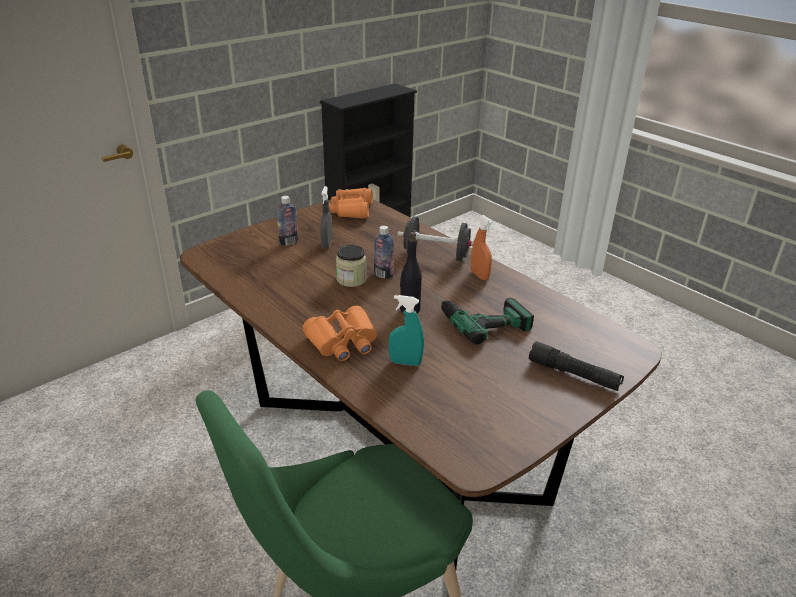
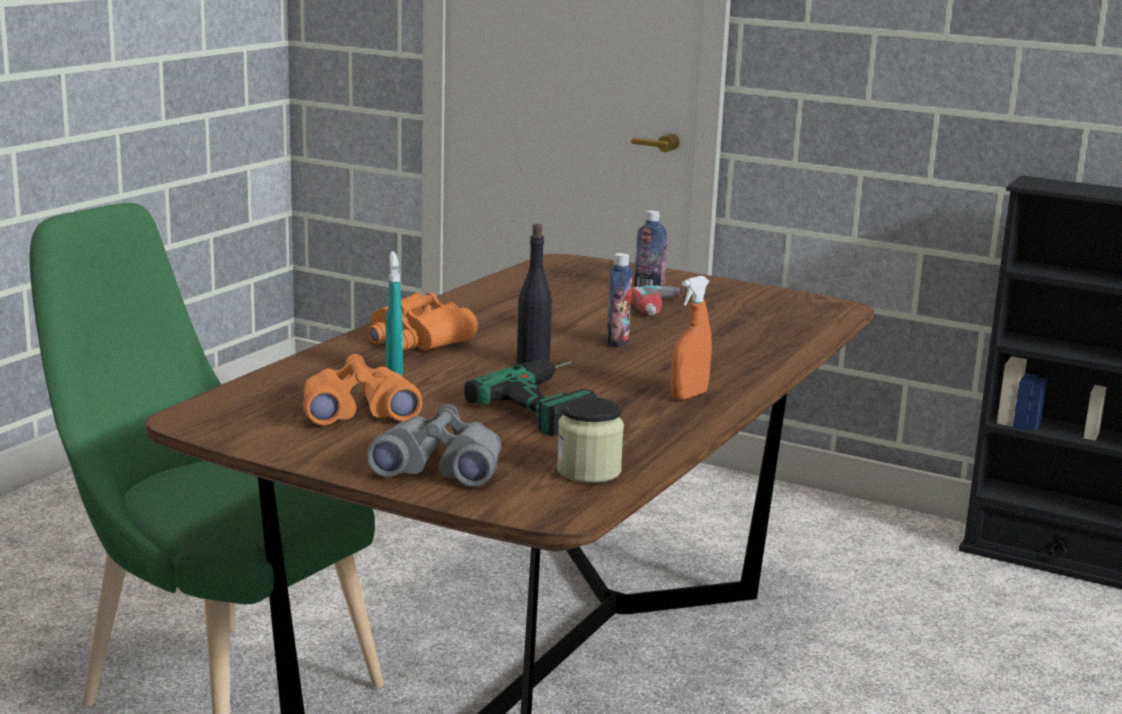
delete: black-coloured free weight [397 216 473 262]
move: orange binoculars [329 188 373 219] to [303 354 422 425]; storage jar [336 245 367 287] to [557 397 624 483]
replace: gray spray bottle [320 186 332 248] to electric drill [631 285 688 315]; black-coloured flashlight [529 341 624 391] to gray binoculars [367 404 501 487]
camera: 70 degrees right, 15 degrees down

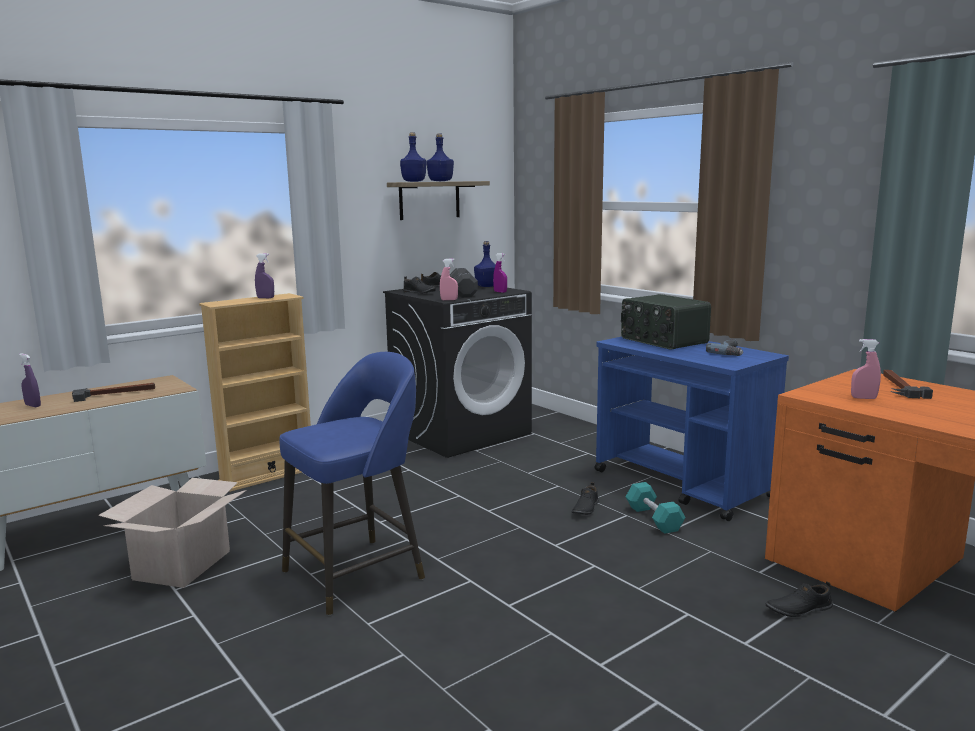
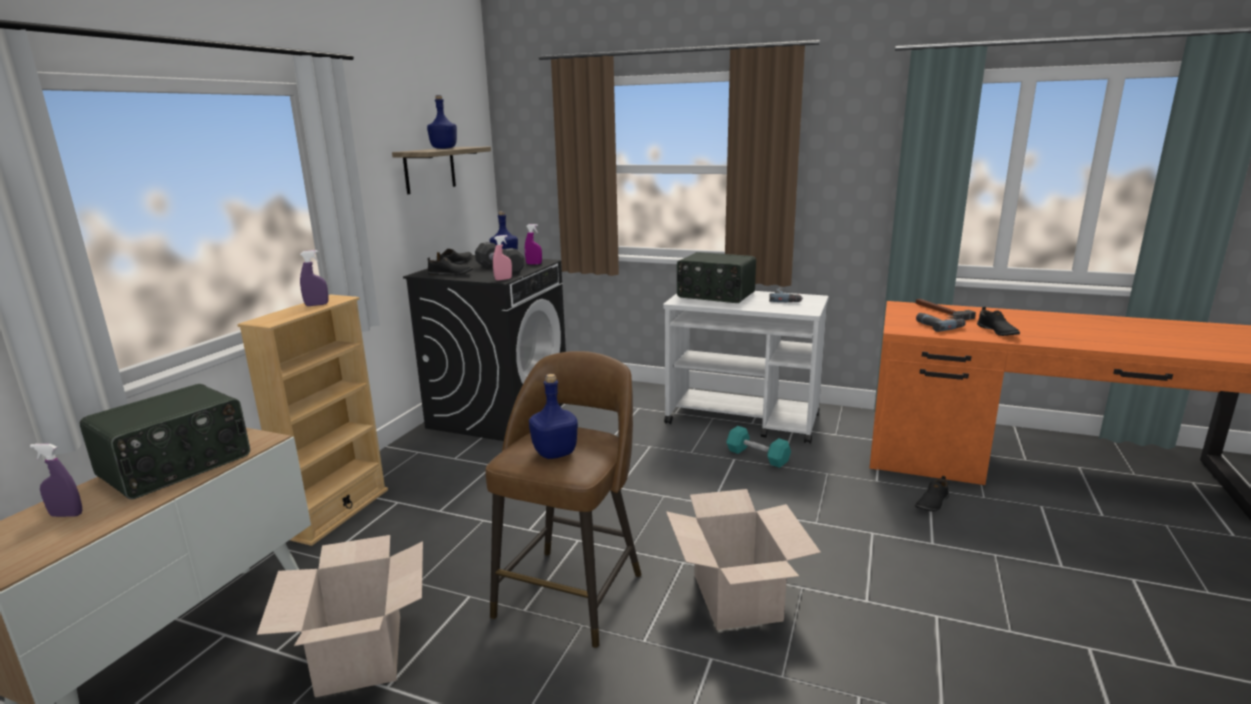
insert: carton [666 489 821 630]
move: blue drink bottle [400 132 426 182] to [529 374 578 459]; black-coloured low shoe [572 482 599 515] to [977 307 1020 336]
replace: hand hammer [72 383 155 402] to radio receiver [80 384 250 499]; pinkish spray bottle [851 339 881 399] to electric drill [916 313 966 332]
recolor: blue stool [279 352 425 615] to brown stool [485 351 642 648]; blue cart [594 337 789 521] to whitish cart [663 291 829 444]
camera: 30 degrees left, 5 degrees up

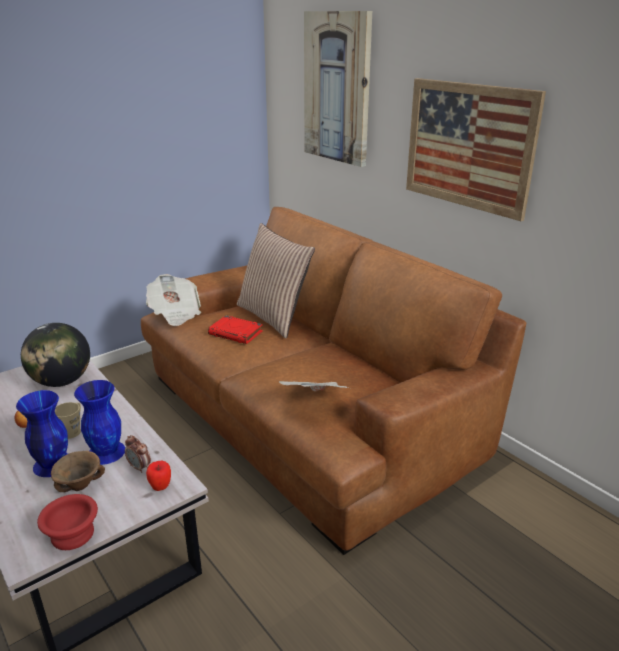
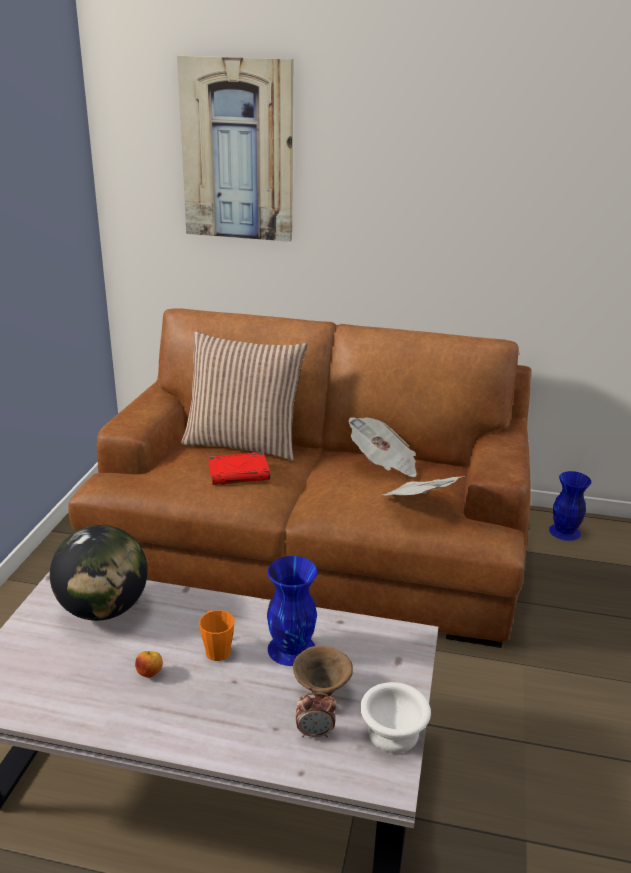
delete: apple fruit [146 461 171 491]; wall art [406 78 546 221]
move: blue decorative vase [16 390 68 477] to [549 471 592 541]; alarm clock [125 435 151 473] to [296 692 337 738]; daily paper [146 274 201 326] to [349 417 417 477]
recolor: reddish deep dish [37 494 98 550] to whitish deep dish [360 682 431 753]; beige-coloured tea mug [55 402 81 439] to orange tea mug [199 610 235 661]
camera: 40 degrees left, 0 degrees up

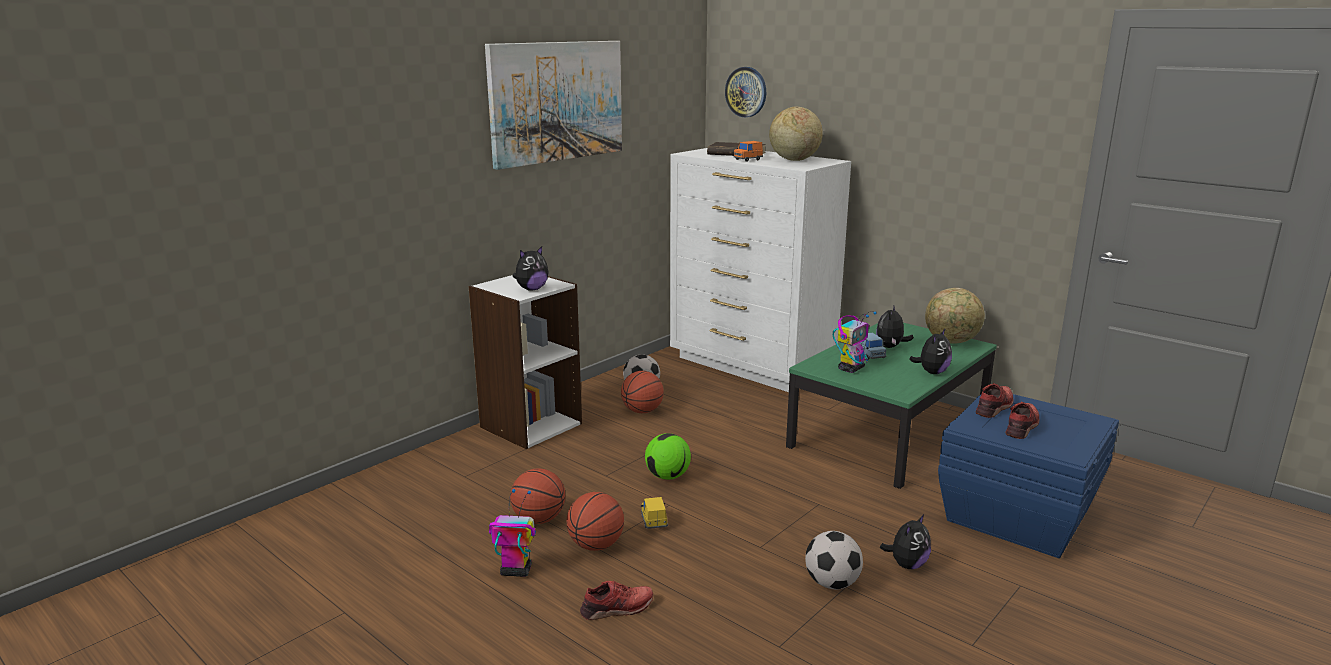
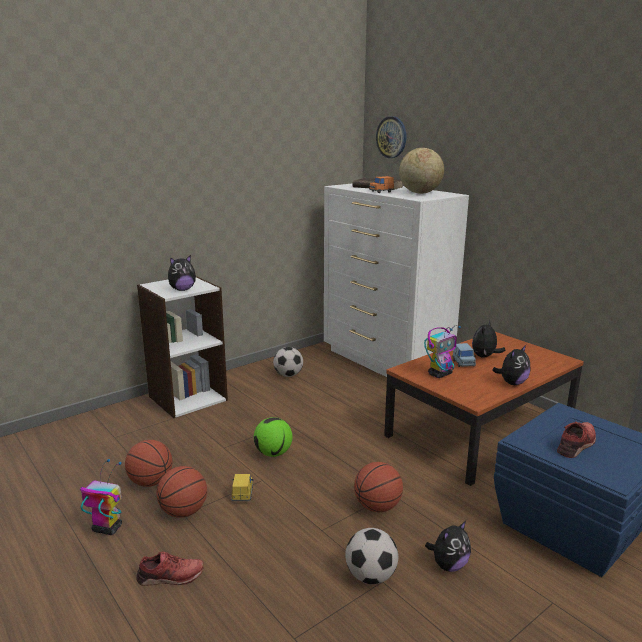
delete: wall art [485 41 622 170]; globe [925 288 985 344]; reddish low shoe [975 383 1013 418]
move: ball for basketball [621 371 664 413] to [354 462 403 512]
recolor: green low table [786 323 997 489] to brown low table [384 332 584 486]
camera: 10 degrees right, 0 degrees up

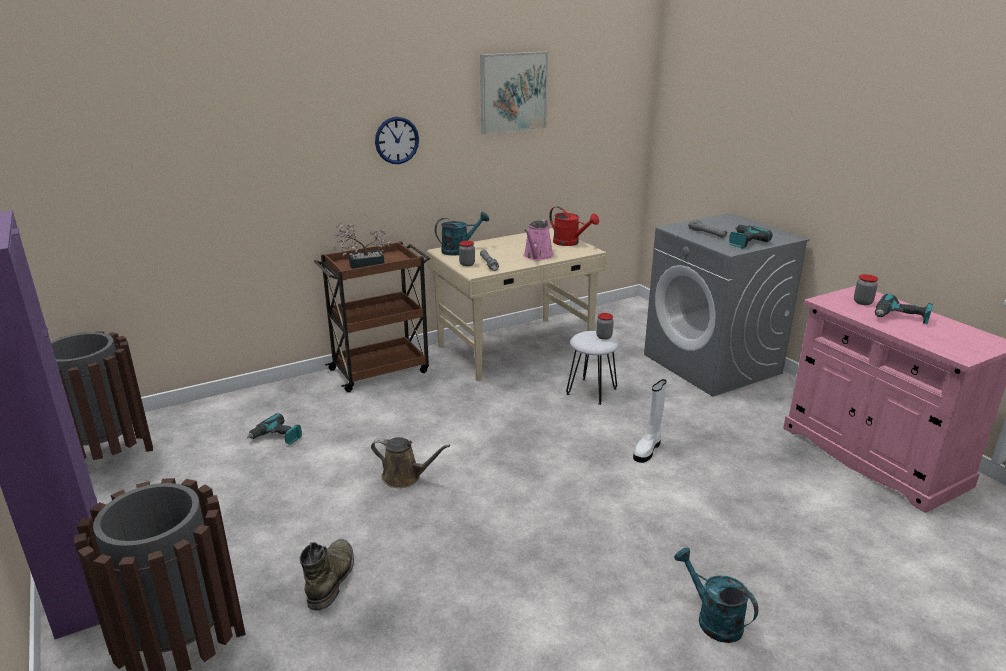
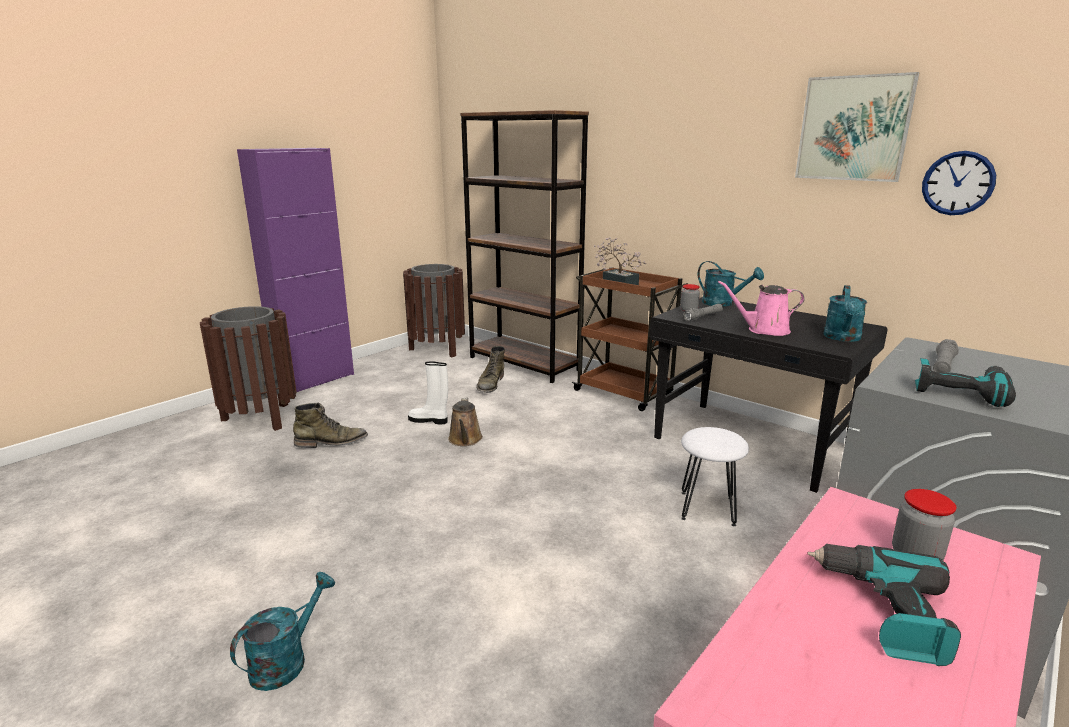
delete: storage jar [596 313 614 340]
insert: brown shelving unit [460 110 589 383]
move: wall clock [375 117 419 164] to [922 151 996 215]; whitish tall boot [633 379 666 463] to [408 361 448 424]
replace: electric drill [247 413 302 445] to green tall boot [476 346 505 393]
recolor: beige-coloured desk unit [427 228 608 381] to black-coloured desk unit [649 297 888 493]; reddish watering can [549 206 599 246] to blue-green watering can [824 285 867 342]
camera: 70 degrees right, 5 degrees down

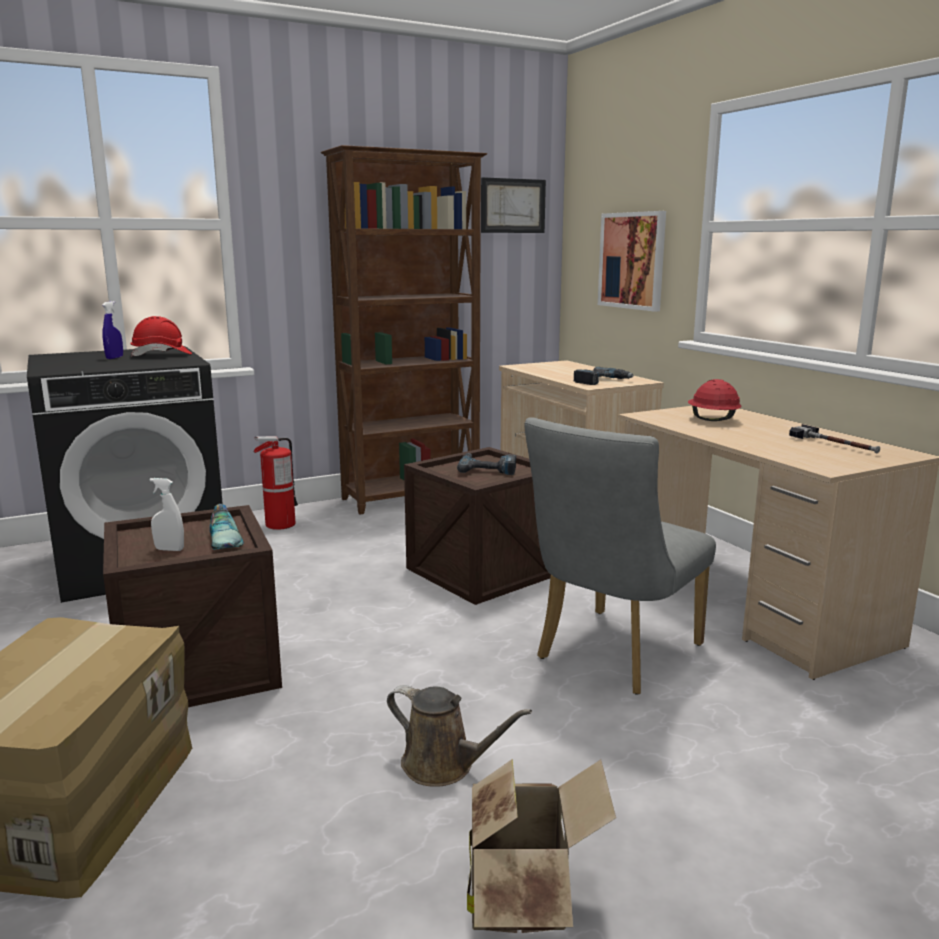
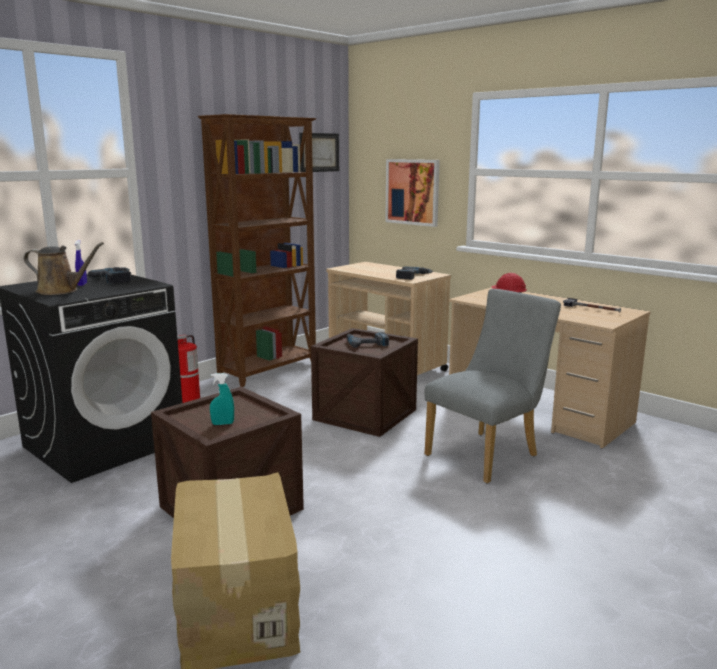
delete: low shoe [210 504 244 549]; carton [467 759 616 933]
move: brown watering can [387 685 532 787] to [24 242 104 295]
replace: reddish work helmet [130 316 192 356] to electric drill [88 267 132 285]
recolor: whitish spray bottle [150 478 184 551] to blue-green spray bottle [210 373 234 425]
rotate: gray plain chair [524 417 716 695] = [425 289 561 483] 150 degrees counterclockwise
camera: 20 degrees left, 0 degrees up

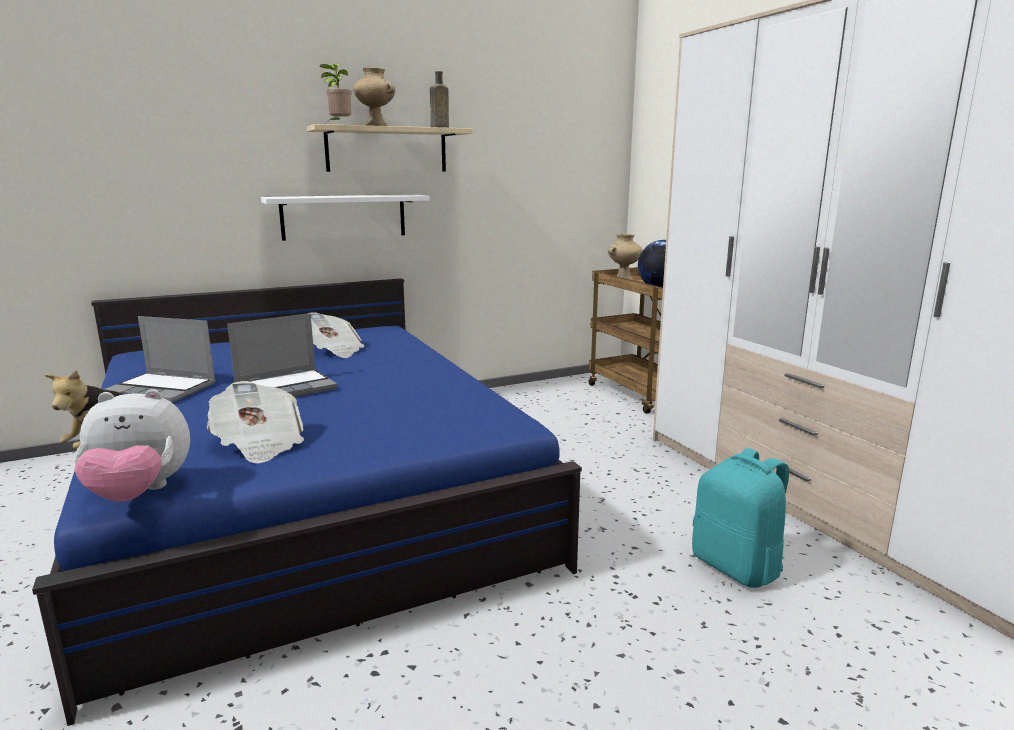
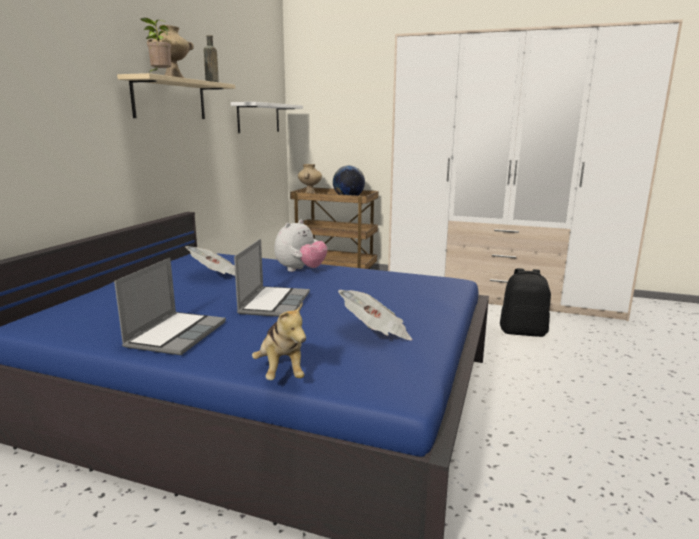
move: soft toy [74 389 190 502] to [274 220 328 272]; whitish bracket shelf [261 194 430 241] to [231 102 303 133]
recolor: blue-green knapsack [692 448 789 588] to black-coloured knapsack [500 268 551 337]
rotate: laptop [105 316 216 403] = [114 258 226 355] 45 degrees counterclockwise
camera: 45 degrees left, 0 degrees up

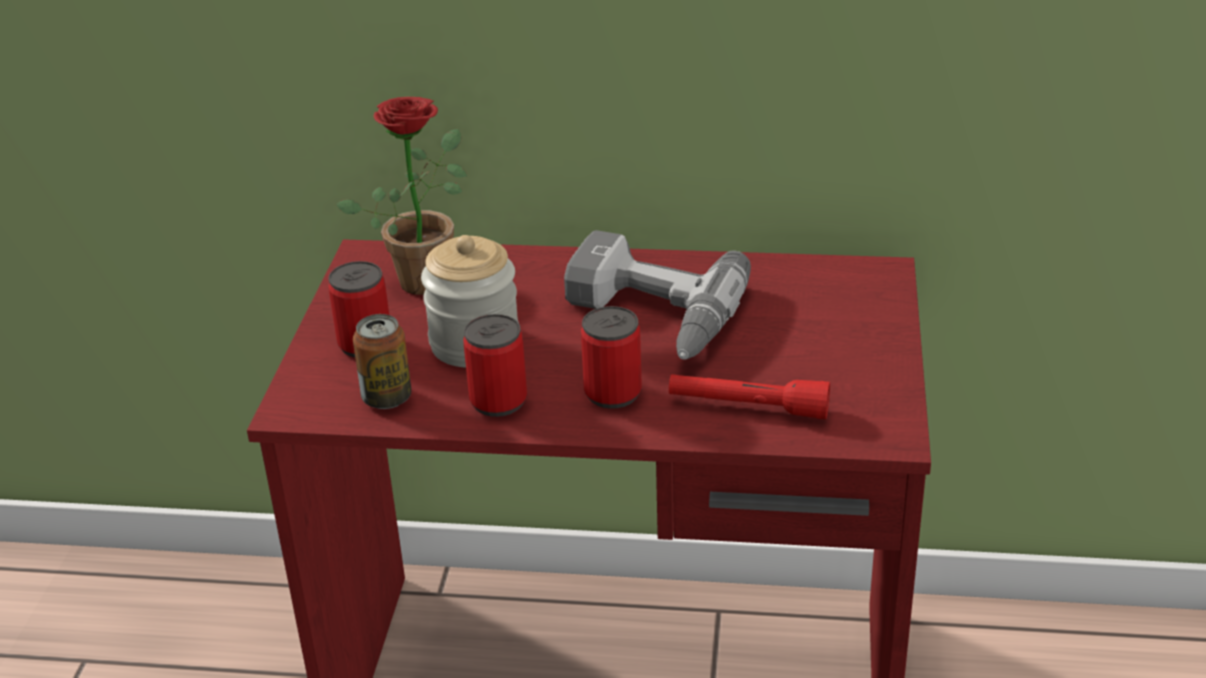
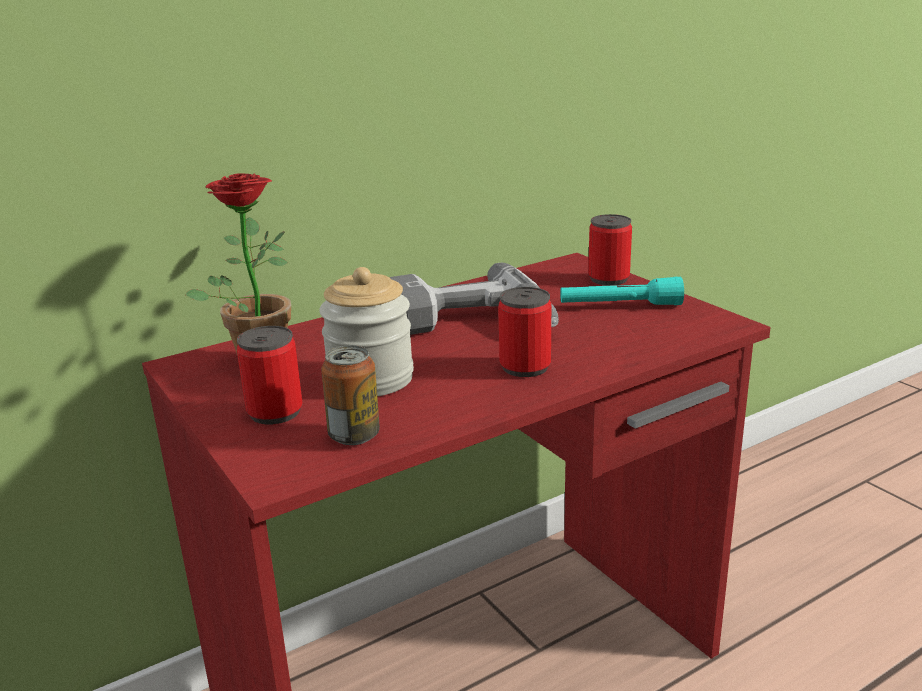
delete: reddish flashlight [669 374 830 419]
insert: blue-green flashlight [560 277 684 305]
move: can [463 314 527 417] to [588 214 632 285]
camera: 40 degrees left, 10 degrees down

